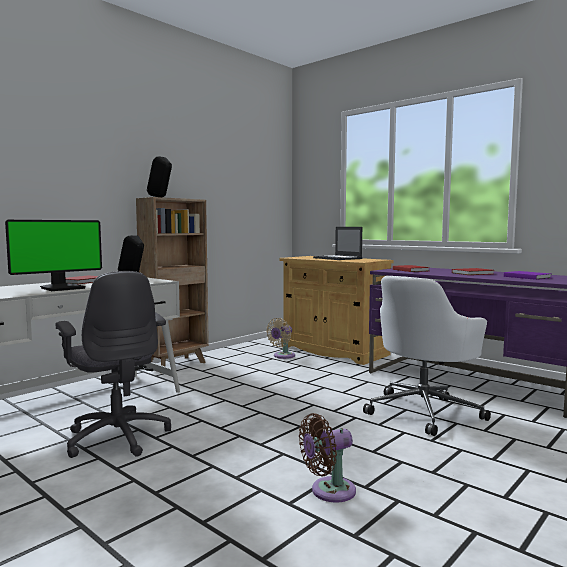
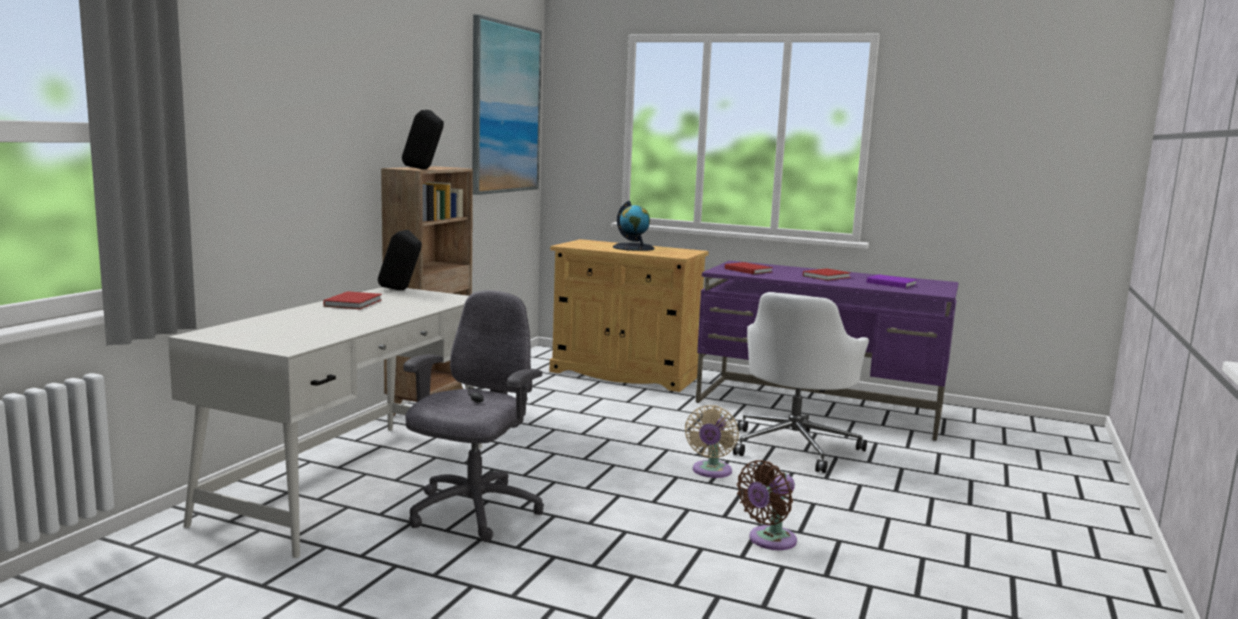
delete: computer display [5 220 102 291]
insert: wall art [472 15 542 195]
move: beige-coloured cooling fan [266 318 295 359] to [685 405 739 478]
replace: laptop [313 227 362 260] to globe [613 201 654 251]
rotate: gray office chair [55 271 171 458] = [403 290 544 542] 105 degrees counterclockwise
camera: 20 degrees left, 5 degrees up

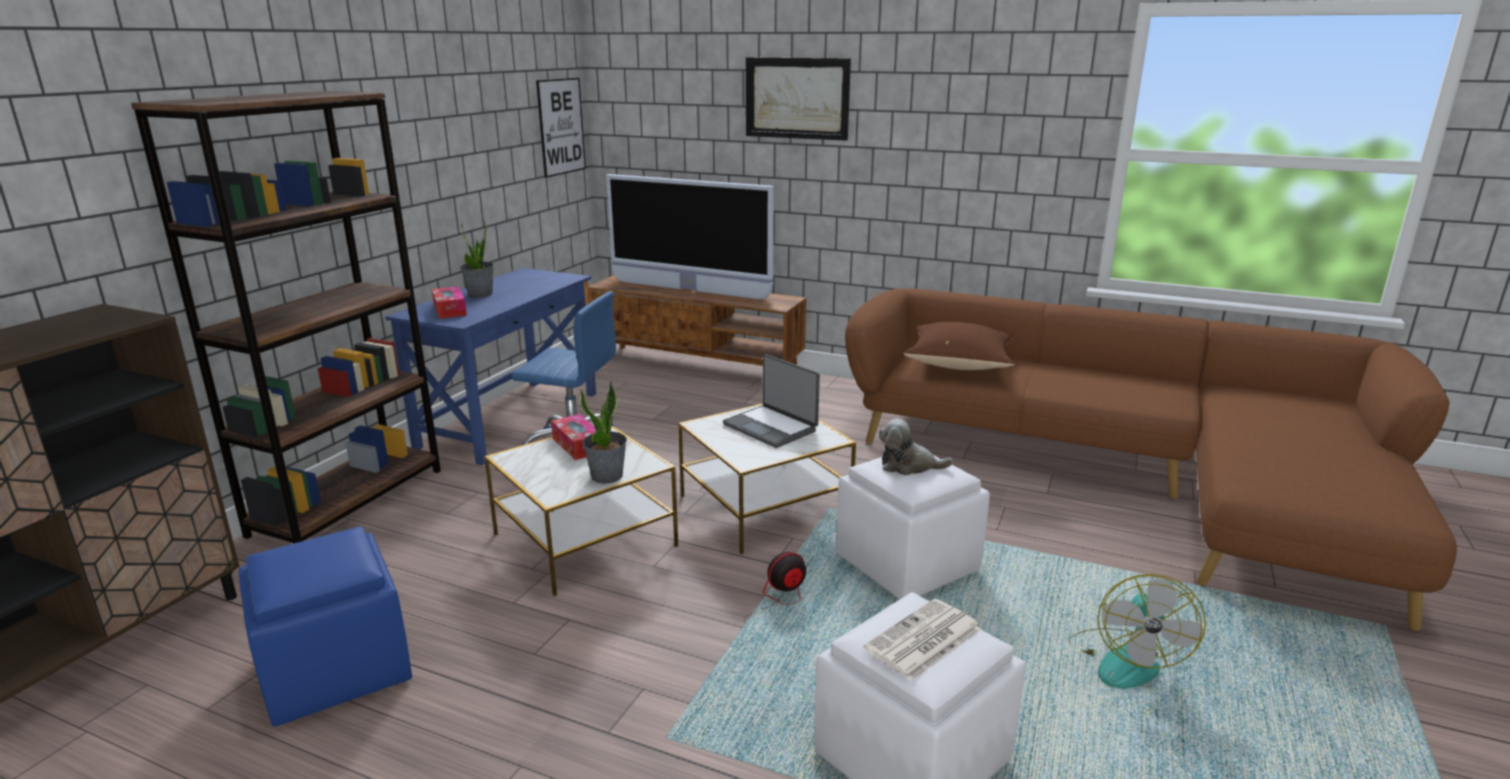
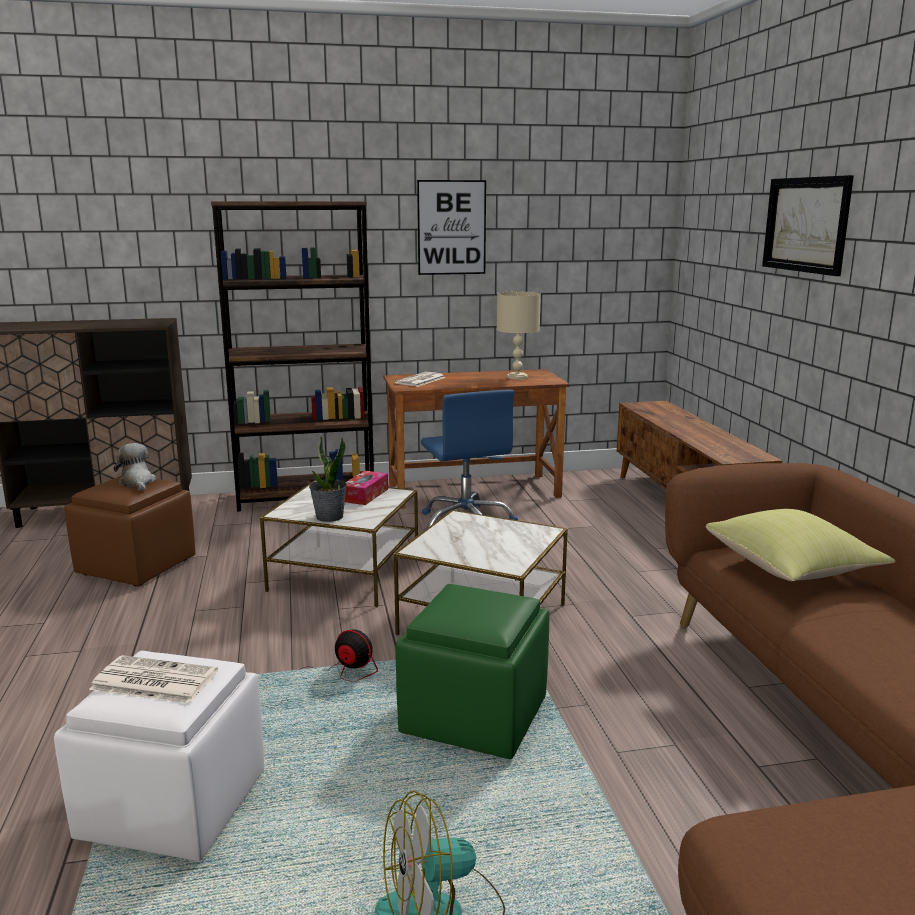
delete: potted plant [460 222 494 298]; television [606 174 774 300]; laptop [723 354 820 448]
insert: beige-coloured tabletop lamp [497 292 541 380]
move: wall art [536 78 586 178] to [417 180 486 275]; soft toy [879 418 953 475] to [114 443 156 491]
replace: tissue holder [432 286 467 319] to daily paper [395 372 446 387]
recolor: blue pouffe [238 527 412 727] to brown pouffe [64 476 196 586]; blue desk unit [385 268 596 465] to brown desk unit [384 369 570 509]; whitish pouffe [837 456 990 599] to green pouffe [396 584 549 759]; brown throw pillow [904 322 1015 370] to yellowish throw pillow [706 509 896 581]
camera: 55 degrees right, 5 degrees down

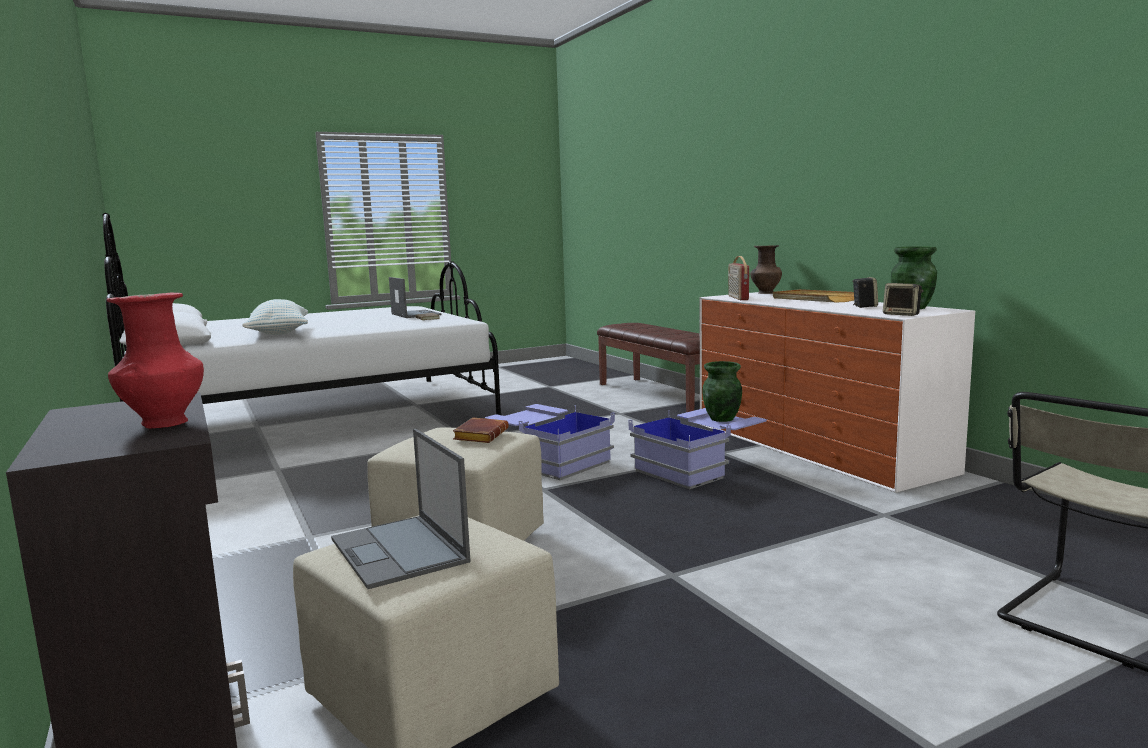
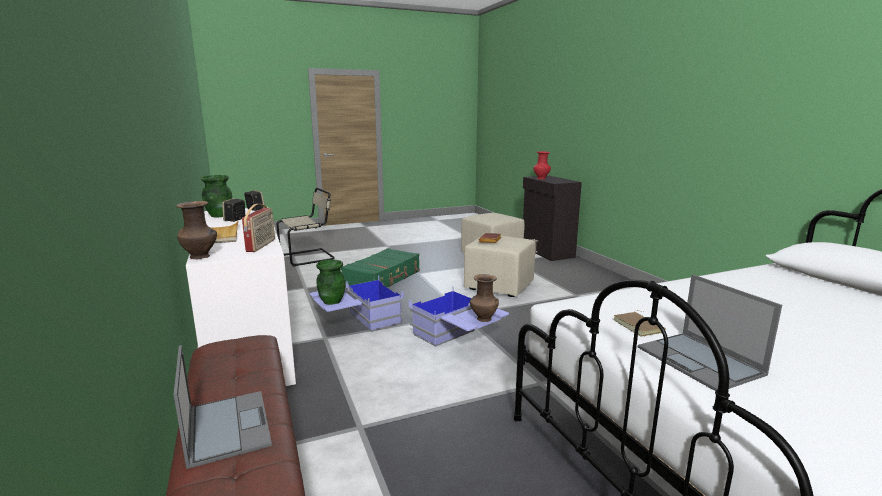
delete: throw pillow [242 299 308 335]
insert: green piece of luggage [341 248 420 287]; brown decorative vase [470 274 499 322]
move: laptop [331 429 470 589] to [173 345 272 469]
camera: 175 degrees left, 5 degrees up

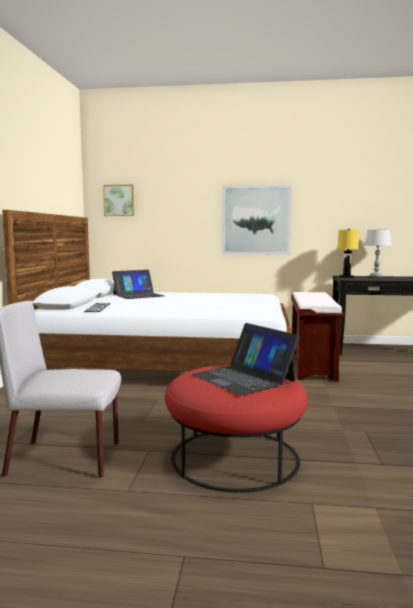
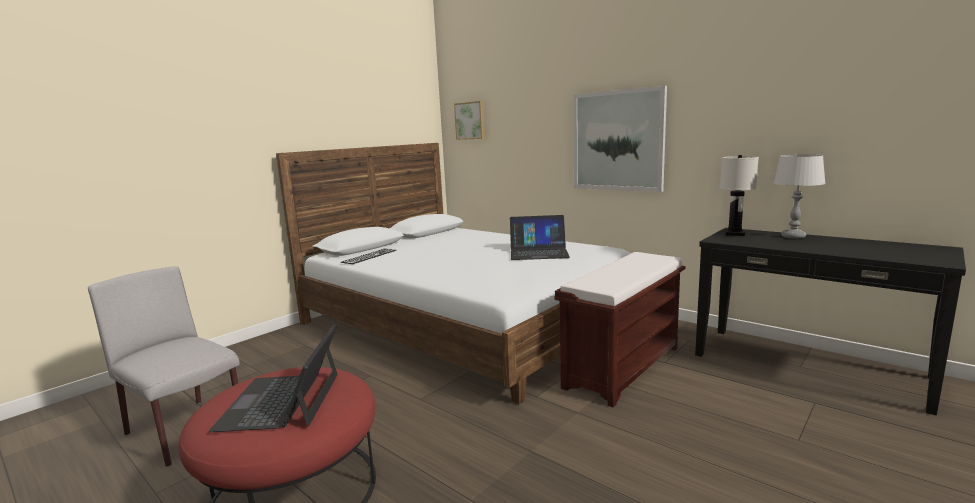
move: laptop [112 270 164 299] to [510 215 570 260]
recolor: yellowish tabletop lamp [338 229 359 278] to whitish tabletop lamp [720 155 759 236]
camera: 35 degrees right, 5 degrees up

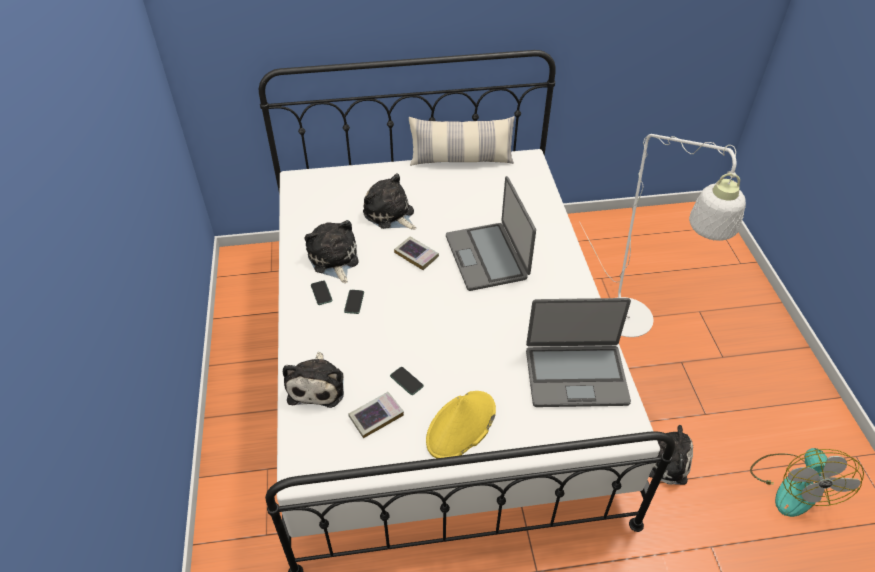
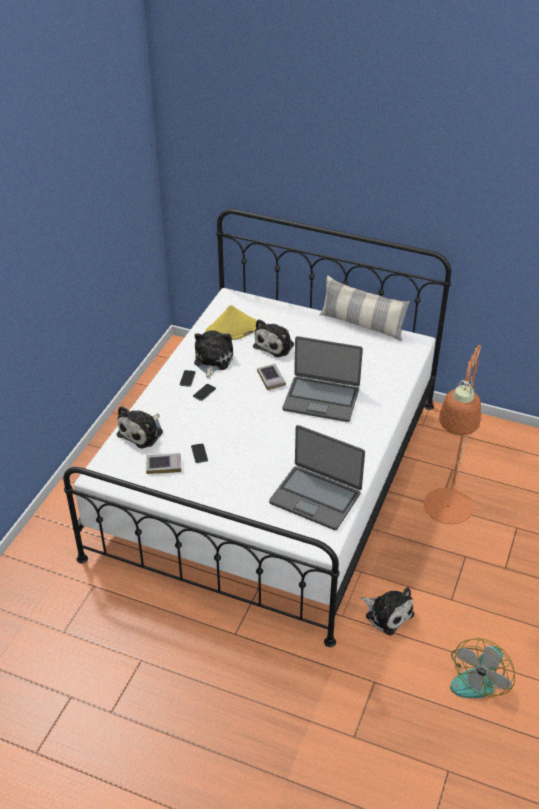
move: yellowish hat [426 391 496 458] to [205 305 257 340]
recolor: whitish standing lamp [580 134 746 337] to orange standing lamp [424 345 482 524]
rotate: soft toy [363 174 416 230] = [253 319 294 357] 135 degrees counterclockwise; laptop [446 176 536 291] = [283 336 363 422] 90 degrees counterclockwise
camera: 30 degrees right, 5 degrees down

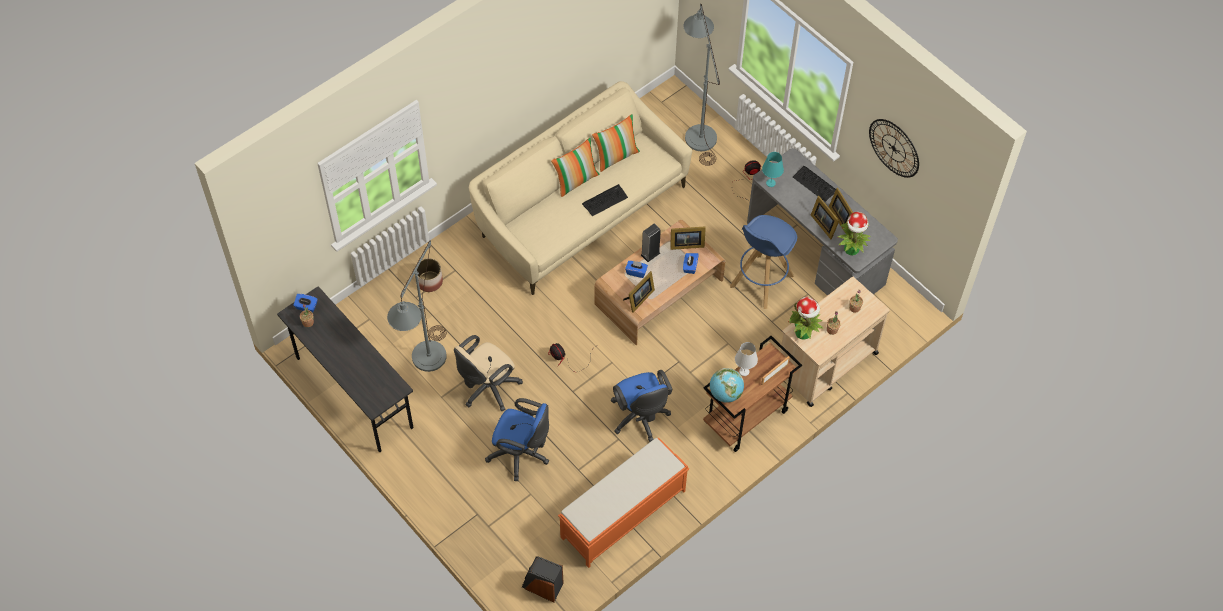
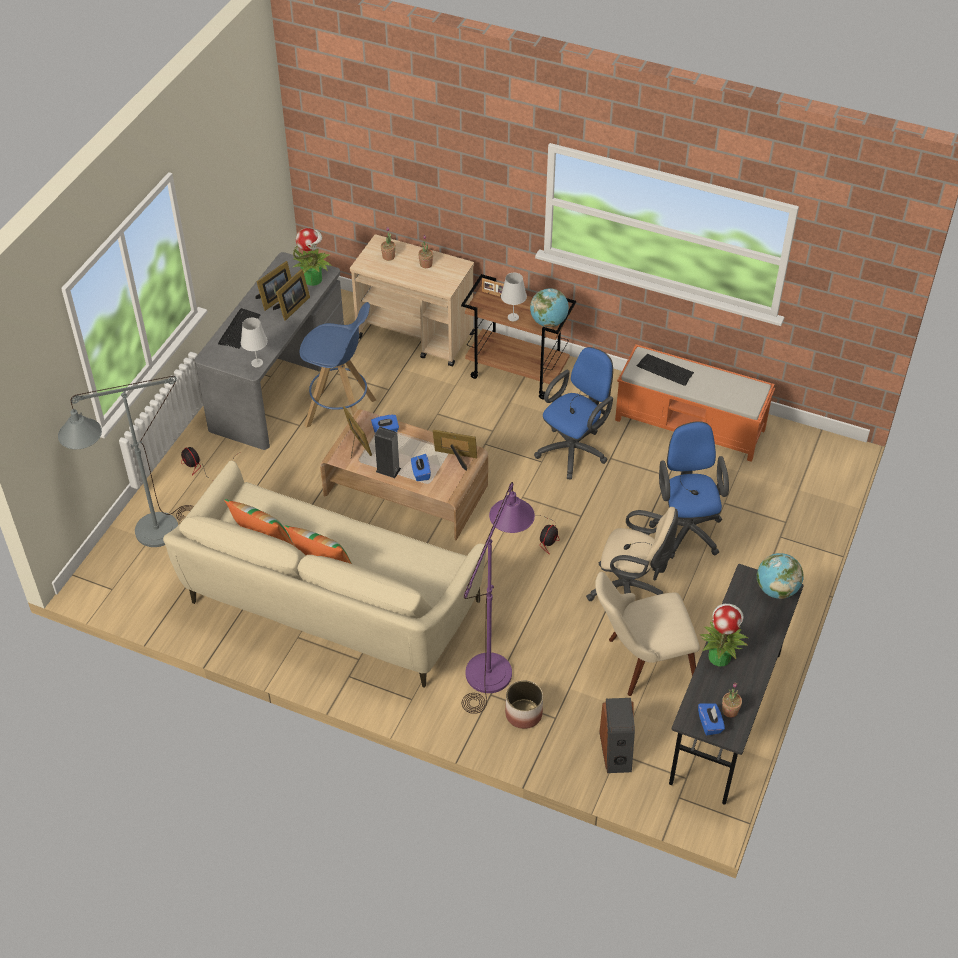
delete: wall clock [869 119 919 178]
insert: purple standing lamp [462 482 535 714]; globe [757 553 804 599]
move: speaker [522 557 564 603] to [599 698 635 773]; keyboard [582 184 628 216] to [636 354 694 386]; potted plant [788 297 824 340] to [700 604 748 667]
replace: gray standing lamp [387 241 447 372] to beige-coloured plain chair [595 572 700 696]
recolor: blue-green tabletop lamp [762 152 784 187] to whitish tabletop lamp [241 318 268 367]
camera: 115 degrees left, 10 degrees down

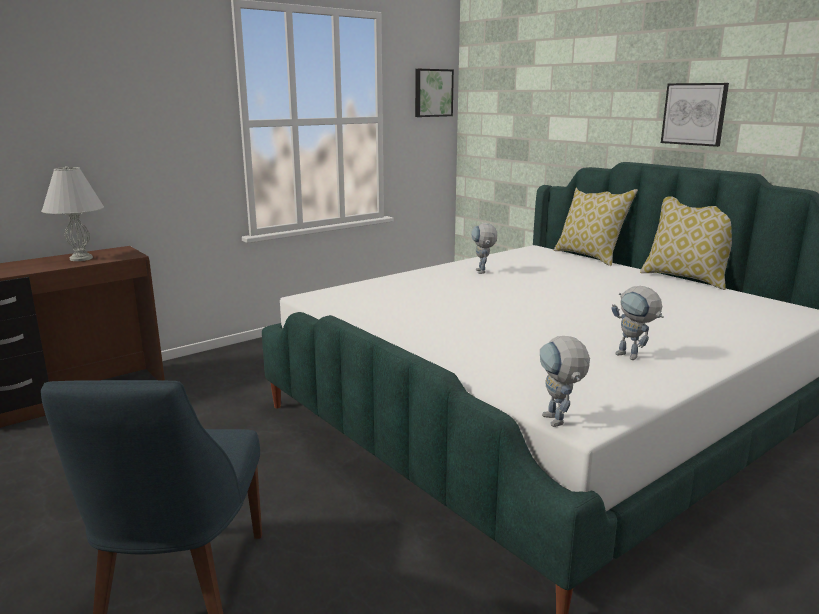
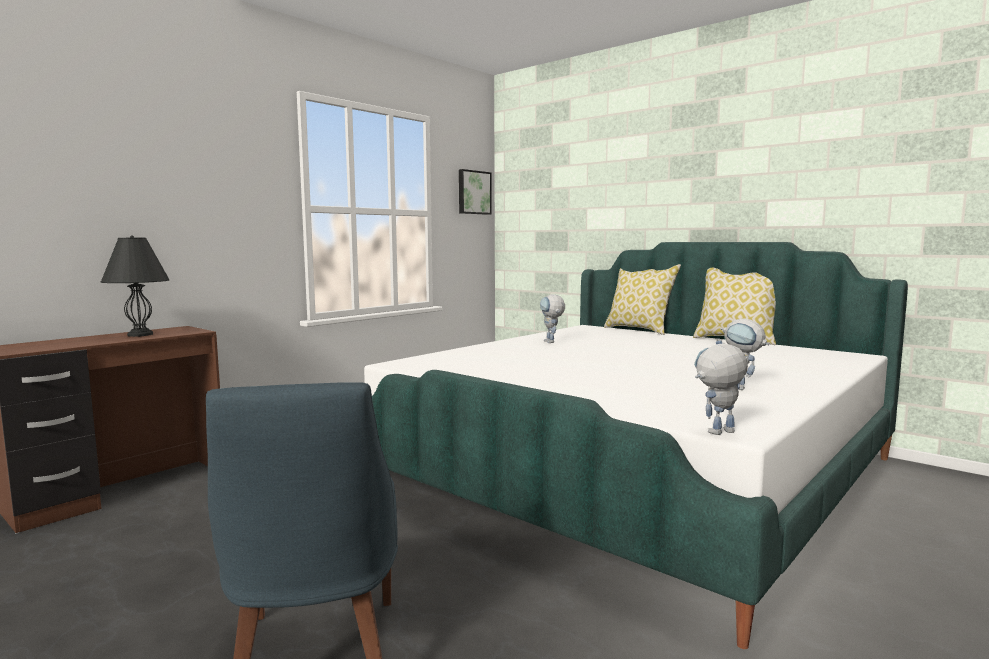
delete: wall art [661 83 729 147]
recolor: whitish tabletop lamp [41 166 104 261] to black-coloured tabletop lamp [100 236 170 337]
rotate: toy robot [540 336 590 427] = [694 343 748 435] 90 degrees clockwise
camera: 10 degrees left, 10 degrees down

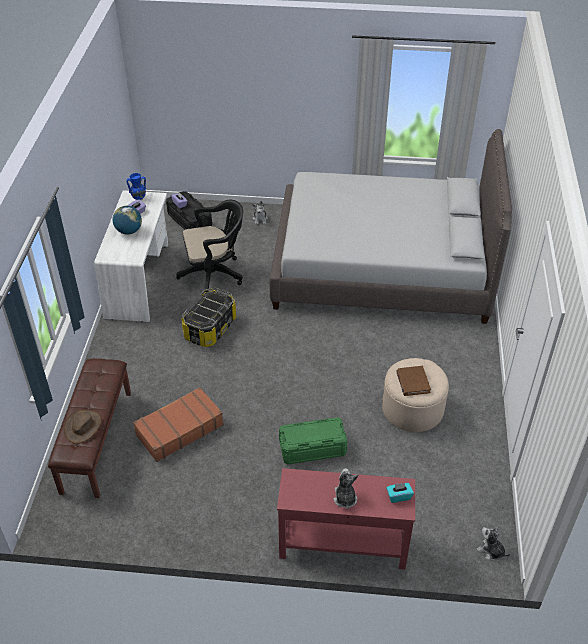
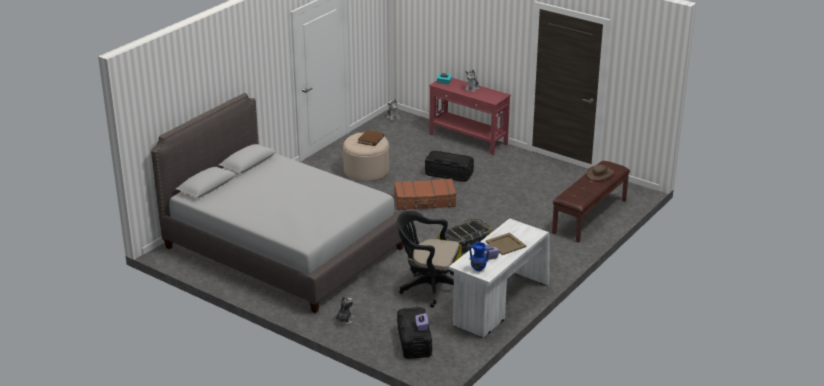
move: brown piece of luggage [133 387 224 462] to [394 178 456 210]
replace: globe [112 206 142 234] to beige-coloured carrying tray [486 233 527 255]
recolor: green storage bin [279 417 348 465] to black-coloured storage bin [425 150 474 182]
camera: 150 degrees left, 15 degrees down

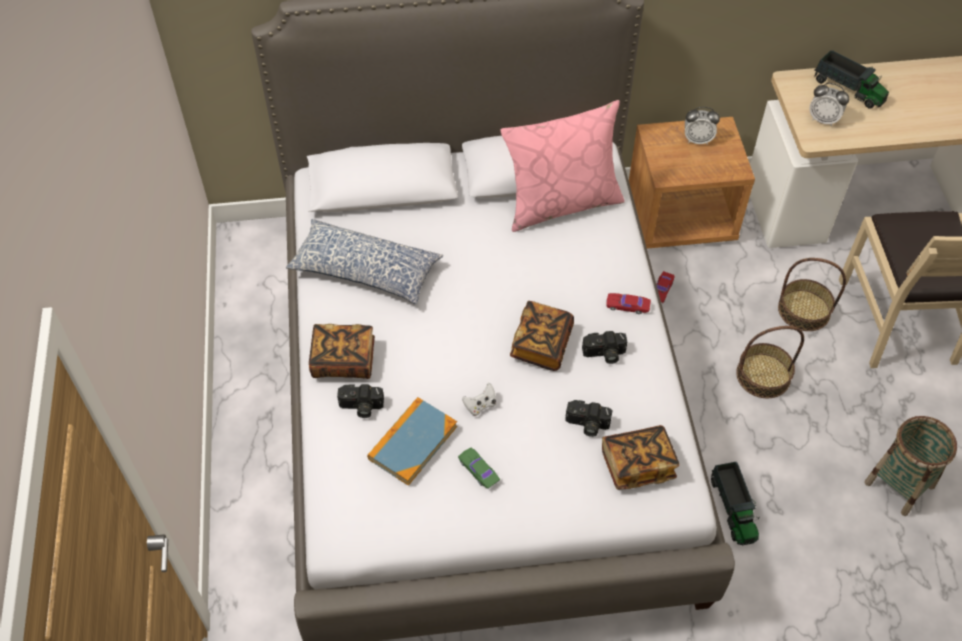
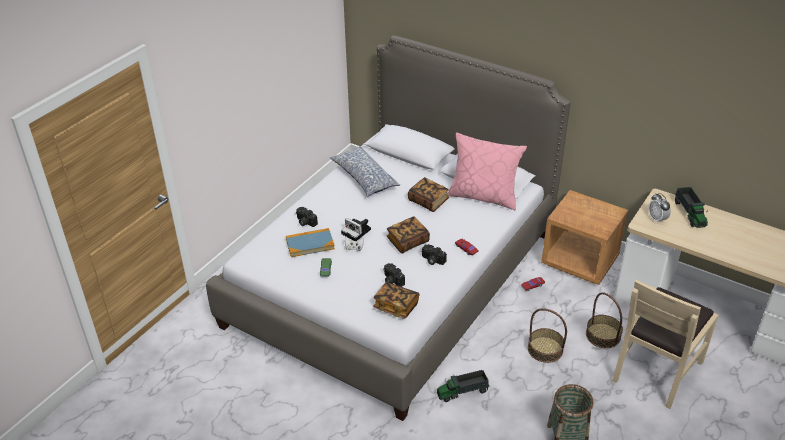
delete: alarm clock [685 107 720 145]
insert: photo camera [341 218 371 241]
move: book [309 324 375 379] to [408 177 449 212]
rotate: model truck [711 462 760 545] = [437 370 490 402] 45 degrees clockwise
camera: 40 degrees right, 15 degrees down

